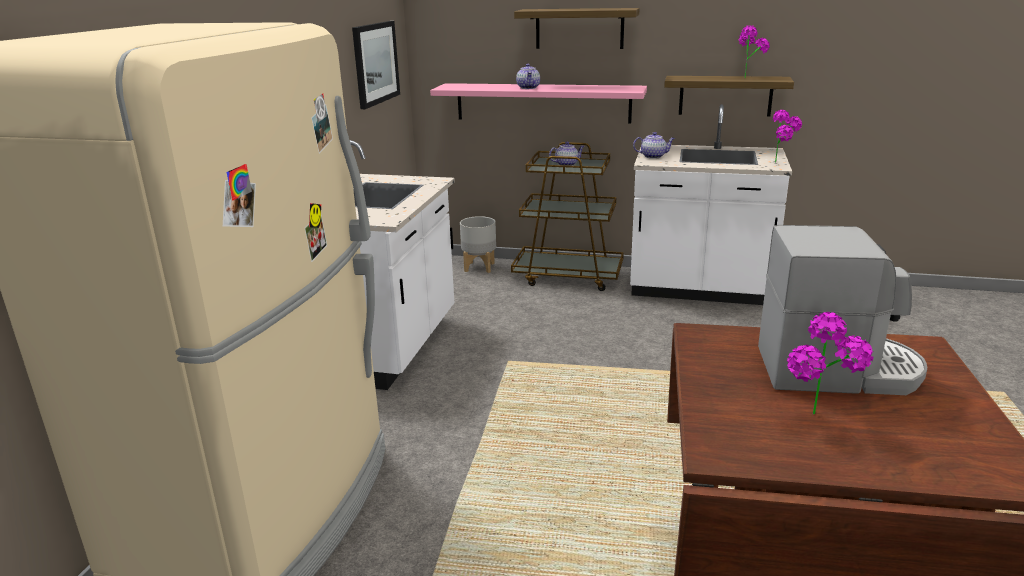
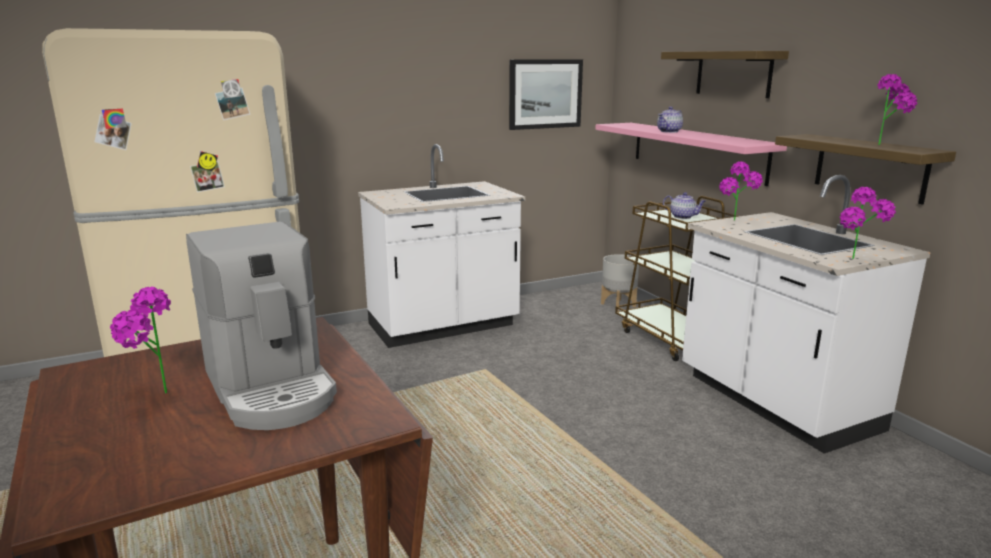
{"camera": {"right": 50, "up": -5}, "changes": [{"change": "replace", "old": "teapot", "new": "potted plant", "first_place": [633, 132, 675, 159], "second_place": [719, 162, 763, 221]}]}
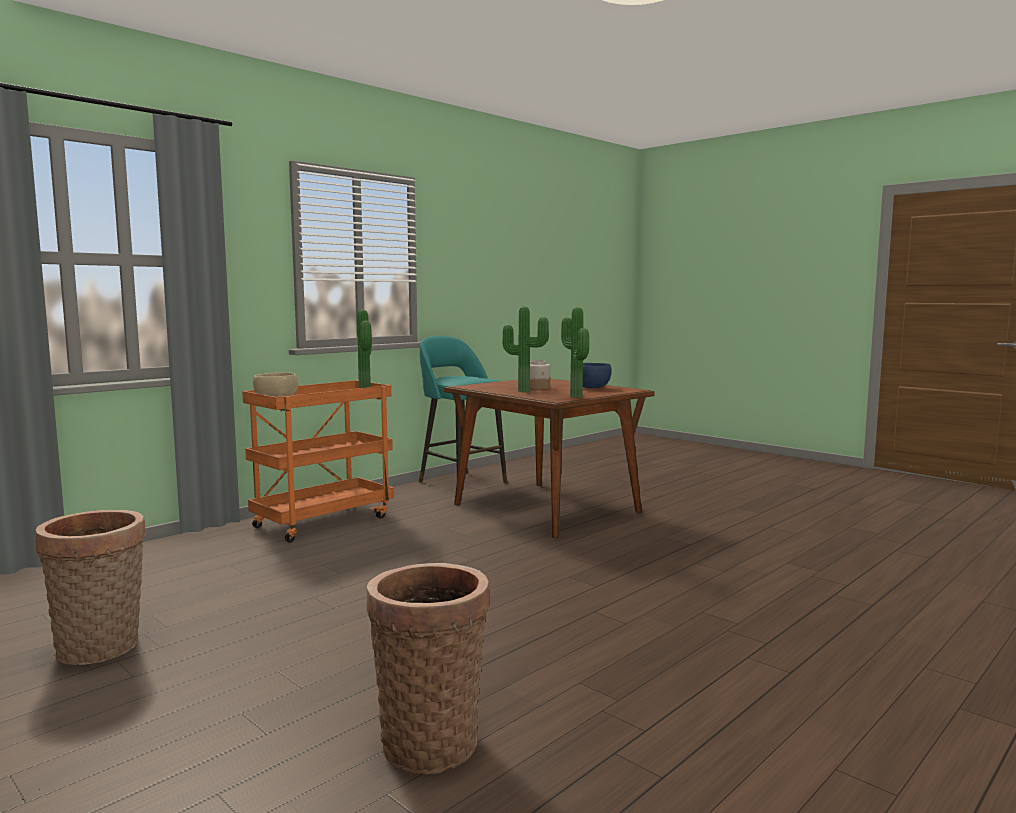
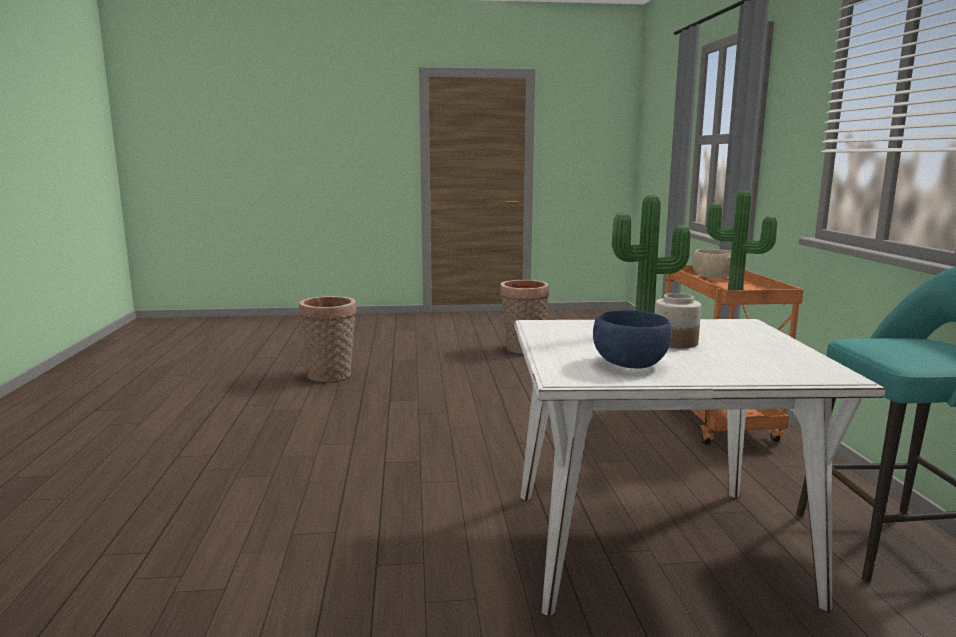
{"camera": {"right": 130, "up": 5}, "changes": [{"change": "delete", "old": "potted plant", "first_place": [561, 307, 589, 398]}, {"change": "recolor", "old": "dining table/brown", "new": "dining table/white", "first_place": [444, 379, 655, 538], "second_place": [514, 319, 885, 616]}]}
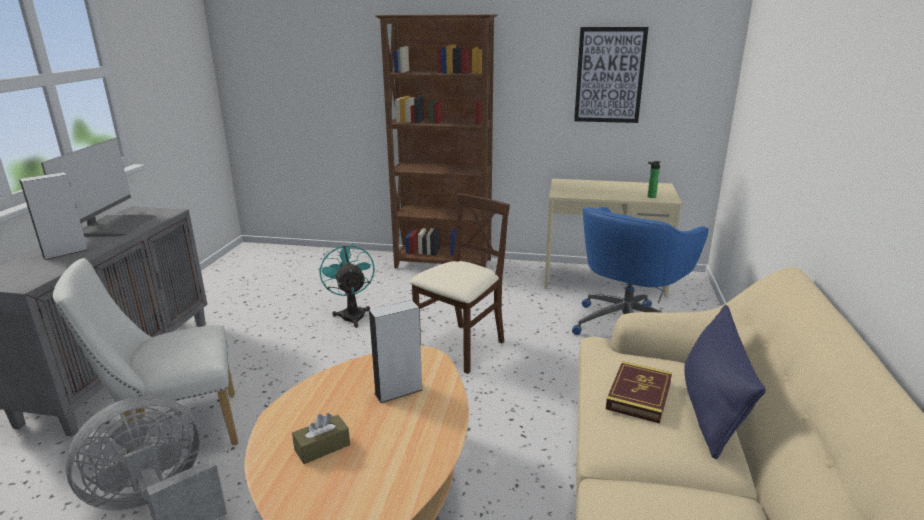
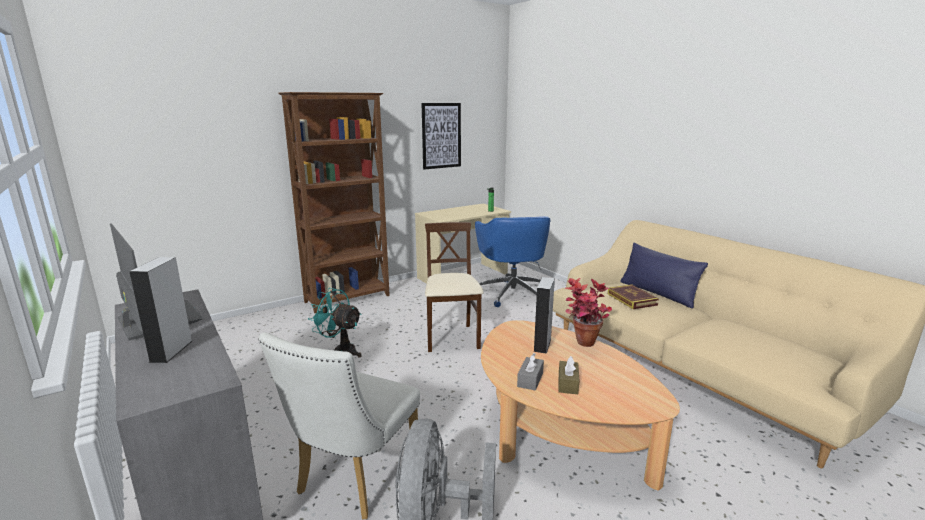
{"camera": {"right": -45, "up": -5}, "changes": [{"change": "insert", "new": "tissue box/grey", "second_place": [517, 353, 544, 391]}, {"change": "insert", "new": "potted plant", "second_place": [565, 278, 612, 347]}]}
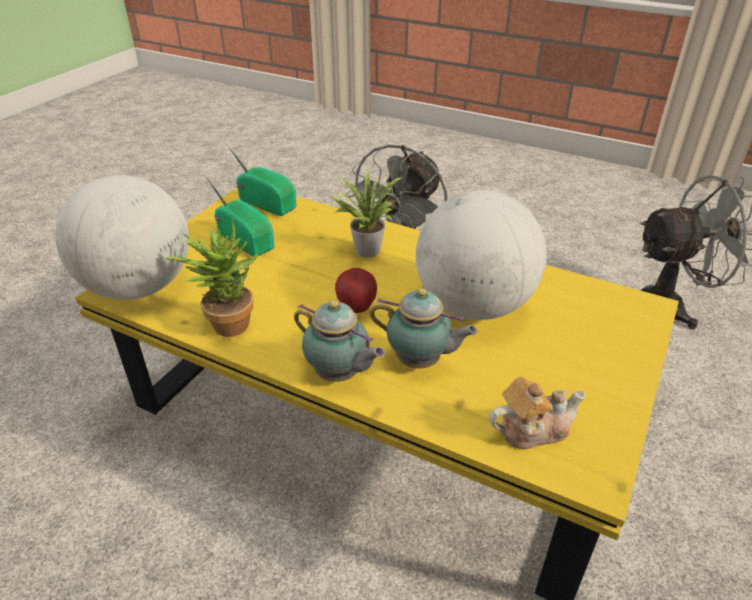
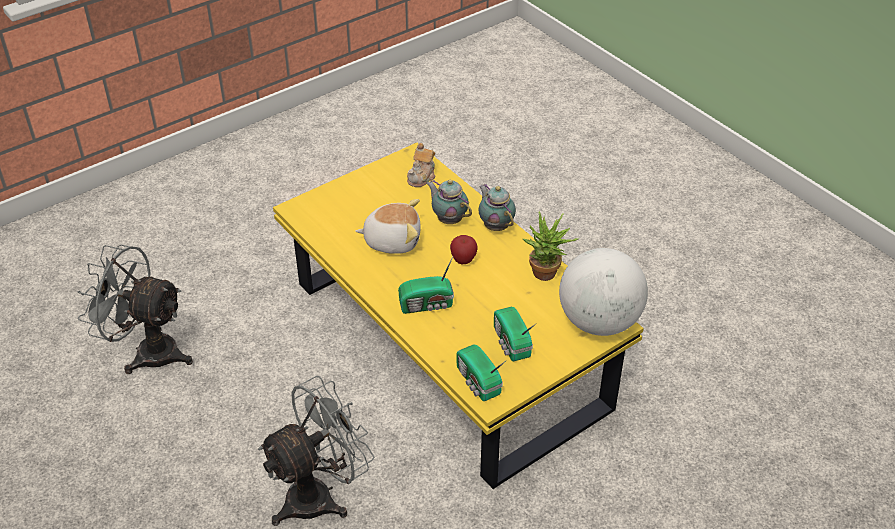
{"camera": {"right": -155, "up": 5}, "changes": [{"change": "replace", "old": "potted plant", "new": "radio", "first_place": [330, 170, 403, 258], "second_place": [398, 257, 454, 314]}, {"change": "replace", "old": "globe", "new": "plush toy", "first_place": [416, 190, 547, 320], "second_place": [355, 199, 421, 254]}, {"change": "rotate", "old": "teapot", "first_place": [489, 376, 586, 449], "second_place": [407, 143, 435, 187], "degrees": -75}]}
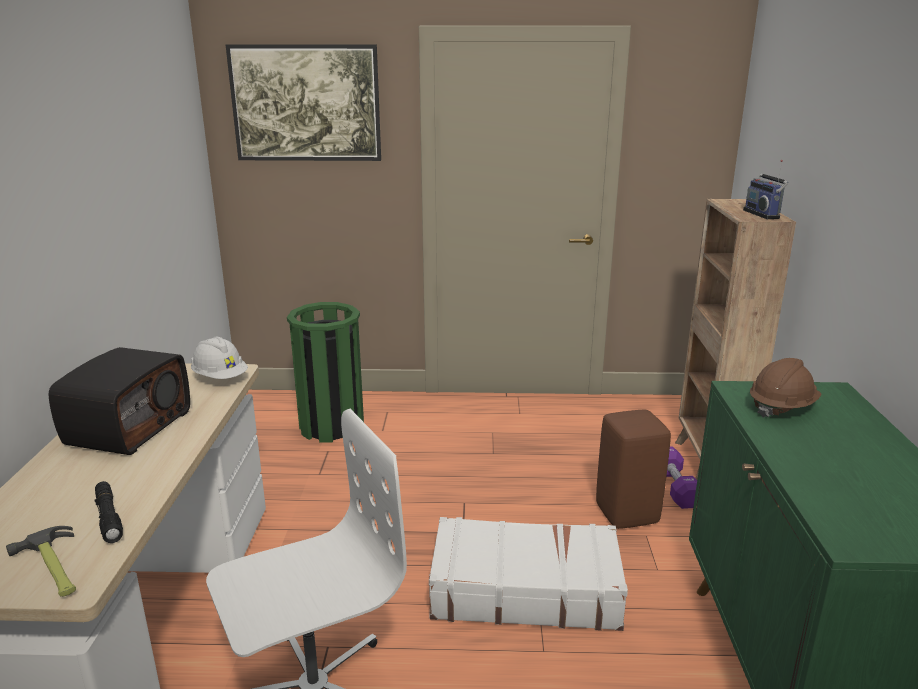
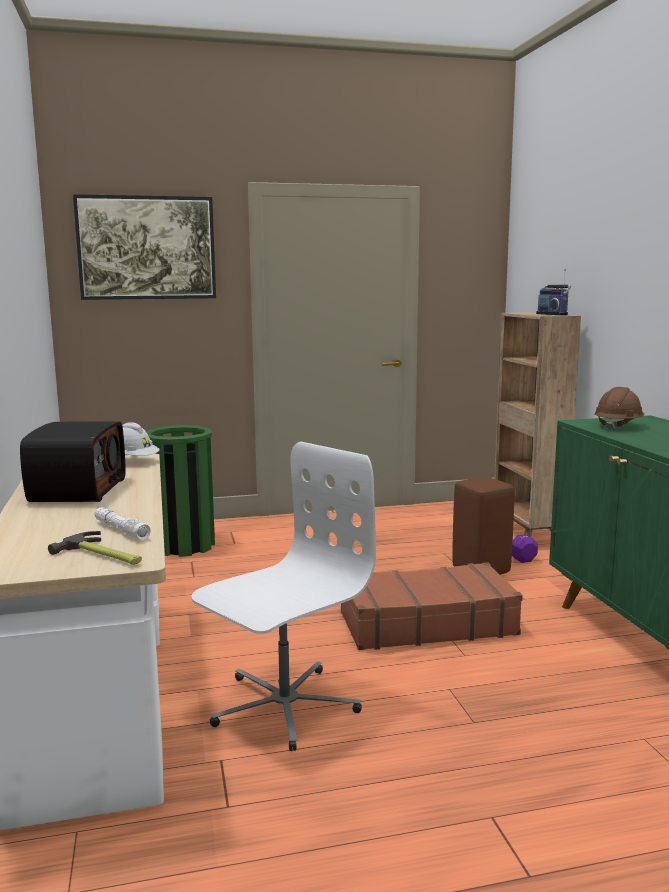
{"camera": {"right": -15, "up": -10}, "changes": [{"change": "recolor", "old": "flashlight/black", "new": "flashlight/white", "first_place": [94, 481, 123, 543], "second_place": [94, 507, 151, 540]}, {"change": "recolor", "old": "suitcase/white", "new": "suitcase/brown", "first_place": [429, 517, 628, 631], "second_place": [341, 562, 523, 650]}]}
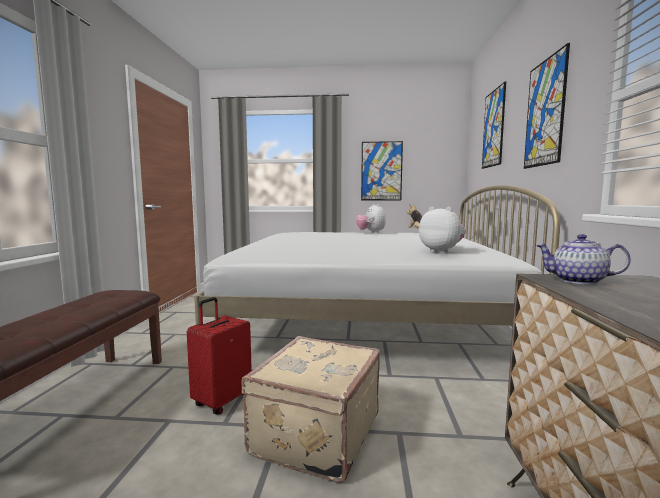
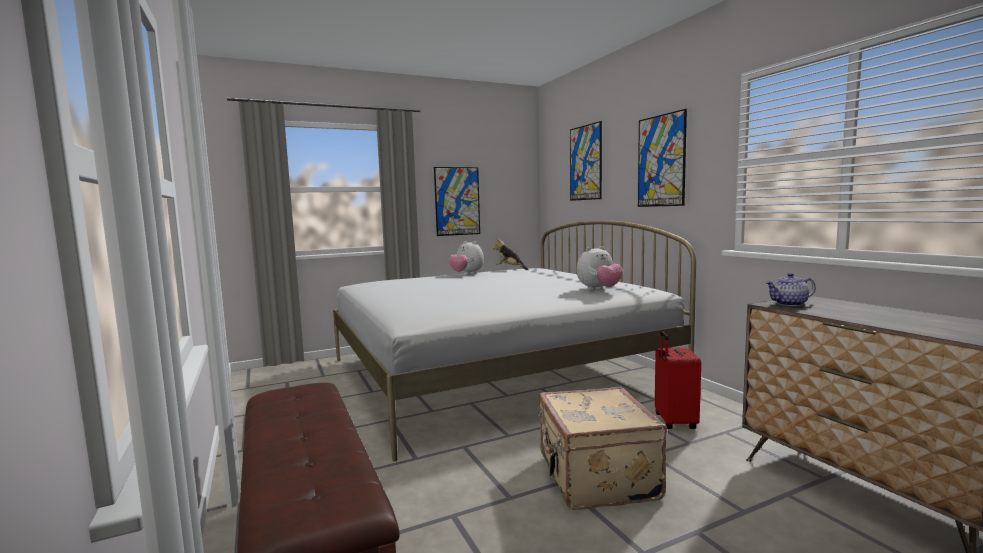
{"camera": {"right": -30, "up": 0}, "changes": [{"change": "move", "old": "suitcase/red", "first_place": [187, 297, 252, 415], "second_place": [655, 331, 701, 429]}, {"change": "rotate", "old": "plush toy", "first_place": [419, 207, 466, 254], "second_place": [576, 246, 623, 290], "degrees": 135}]}
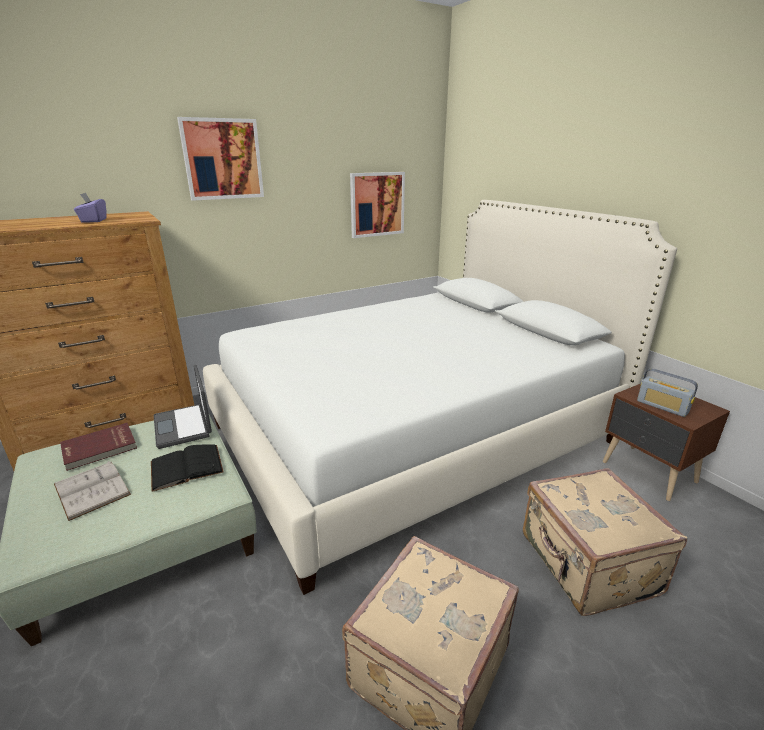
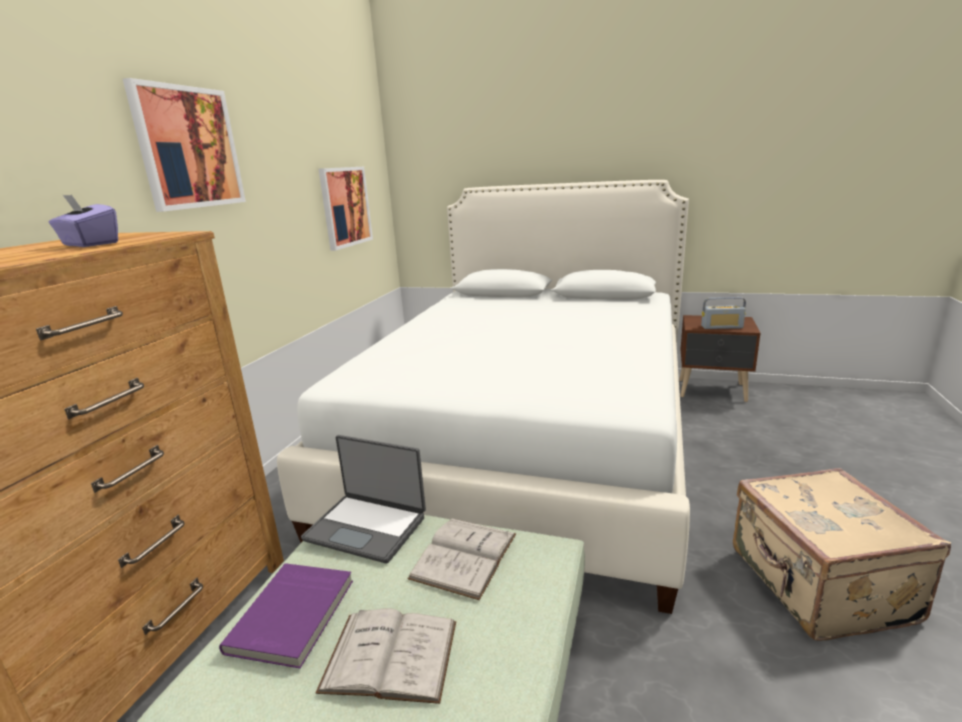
{"camera": {"right": -40, "up": -5}, "changes": [{"change": "delete", "old": "suitcase/beige", "first_place": [523, 468, 687, 616]}, {"change": "recolor", "old": "book/red", "new": "book/purple", "first_place": [60, 423, 137, 471], "second_place": [219, 563, 353, 668]}, {"change": "recolor", "old": "book/black", "new": "book/white", "first_place": [151, 444, 224, 492], "second_place": [408, 519, 516, 600]}]}
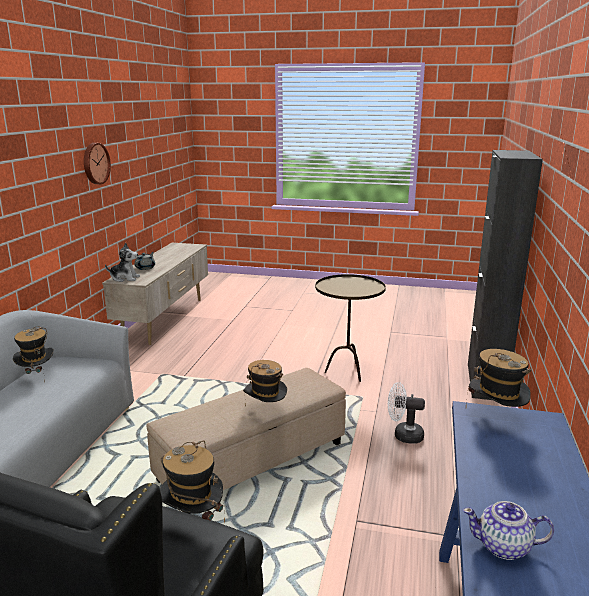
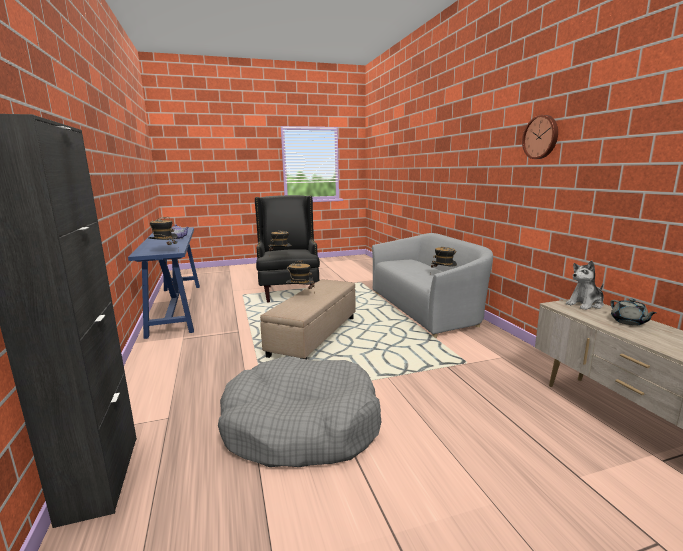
{"camera": {"right": 150, "up": -5}, "changes": [{"change": "delete", "old": "fan/white", "first_place": [388, 382, 425, 444]}, {"change": "move", "old": "wall clock", "first_place": [84, 143, 111, 184], "second_place": [522, 115, 558, 159]}, {"change": "replace", "old": "side table/brown", "new": "dog bed/grey", "first_place": [315, 274, 386, 382], "second_place": [218, 357, 382, 467]}]}
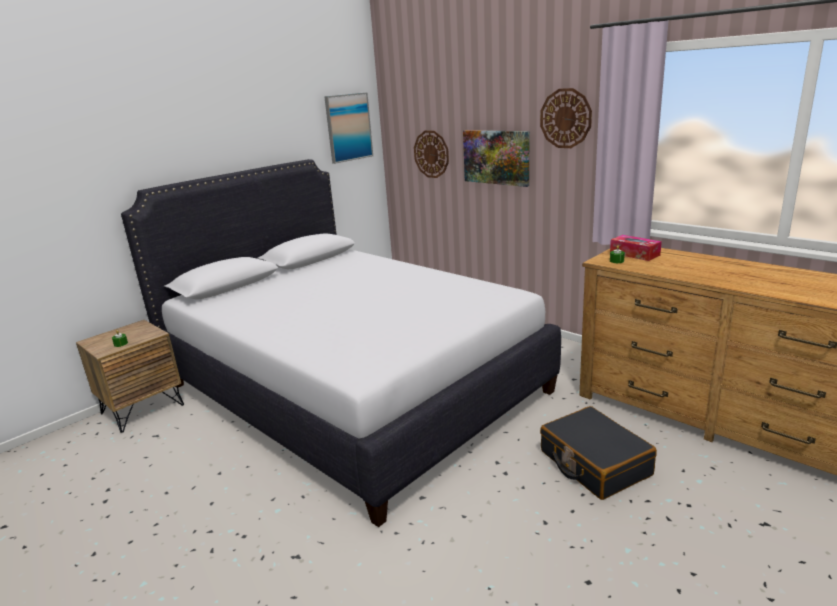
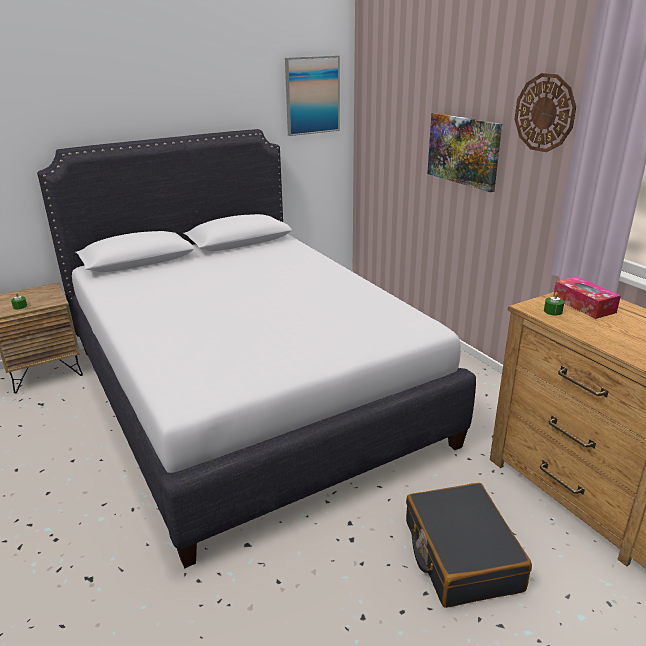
{"camera": {"right": 15, "up": 5}, "changes": [{"change": "delete", "old": "wall clock", "first_place": [414, 131, 449, 178]}]}
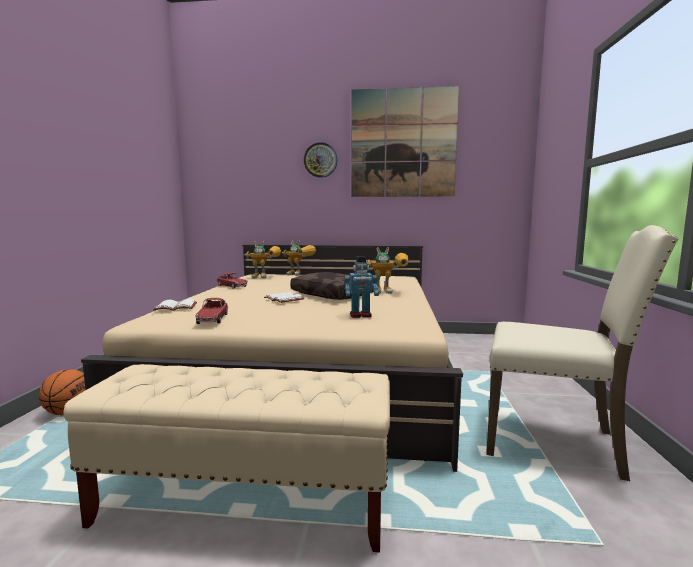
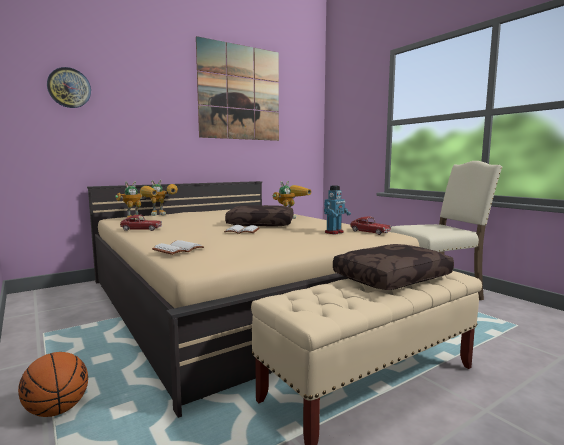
{"camera": {"right": -40, "up": 0}, "changes": [{"change": "insert", "new": "pillow/brown", "second_place": [333, 244, 454, 290]}, {"change": "move", "old": "toy car", "first_place": [195, 298, 228, 324], "second_place": [350, 217, 392, 235]}, {"change": "move", "old": "wall clock", "first_place": [304, 142, 337, 178], "second_place": [47, 67, 91, 108]}]}
